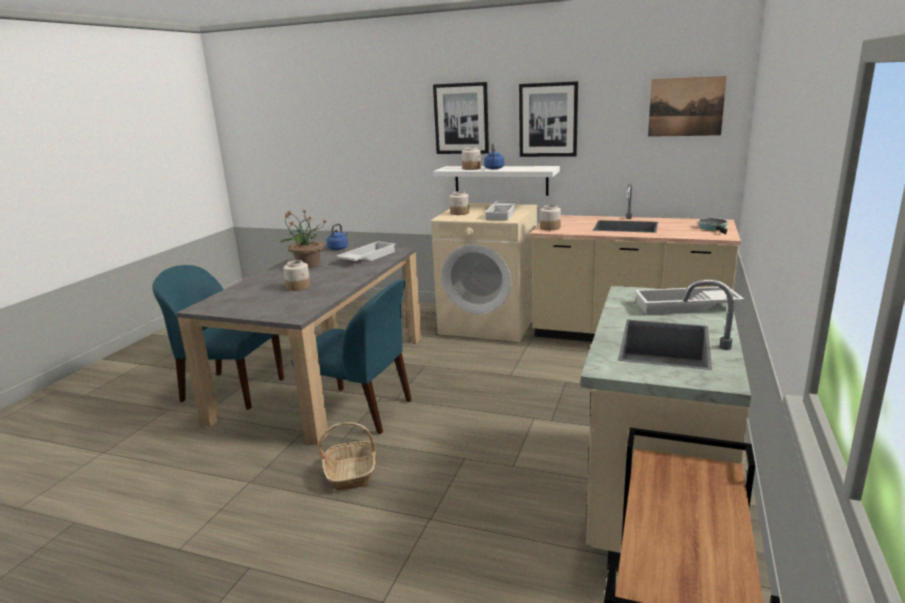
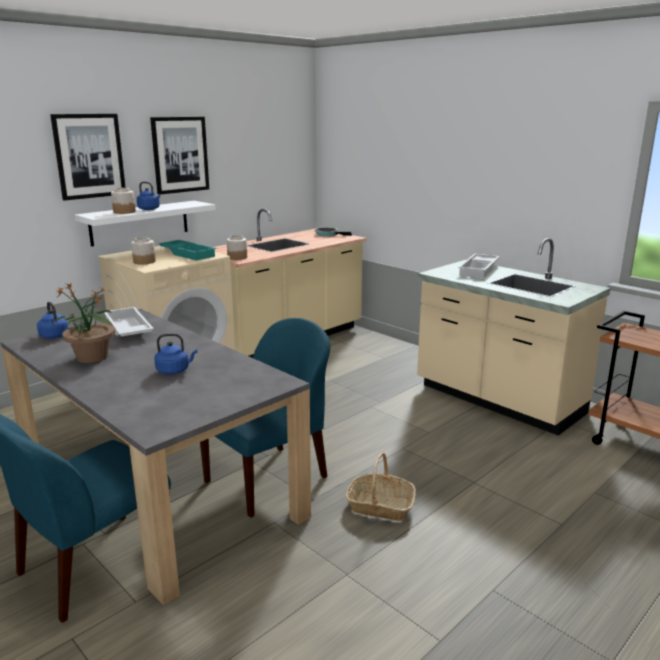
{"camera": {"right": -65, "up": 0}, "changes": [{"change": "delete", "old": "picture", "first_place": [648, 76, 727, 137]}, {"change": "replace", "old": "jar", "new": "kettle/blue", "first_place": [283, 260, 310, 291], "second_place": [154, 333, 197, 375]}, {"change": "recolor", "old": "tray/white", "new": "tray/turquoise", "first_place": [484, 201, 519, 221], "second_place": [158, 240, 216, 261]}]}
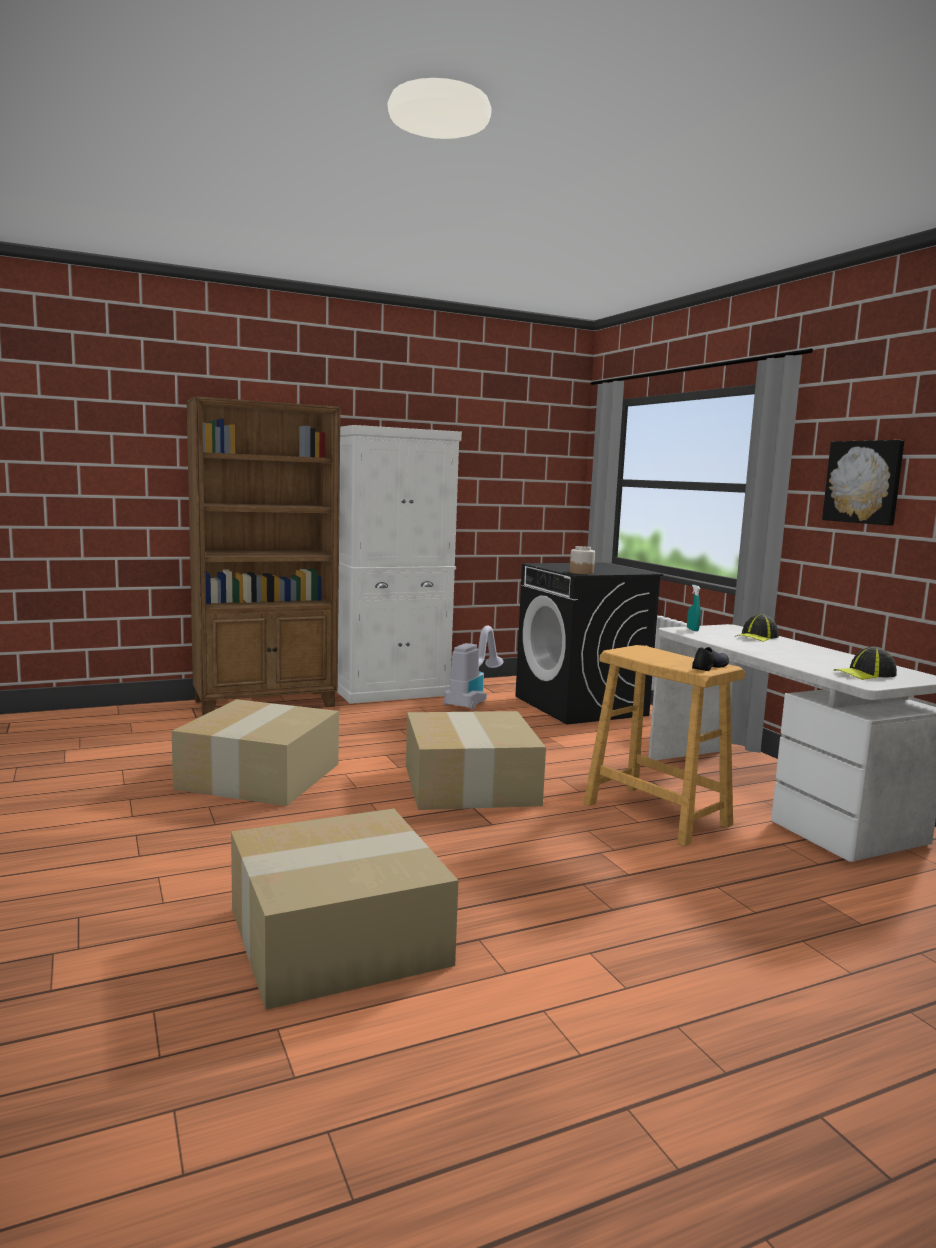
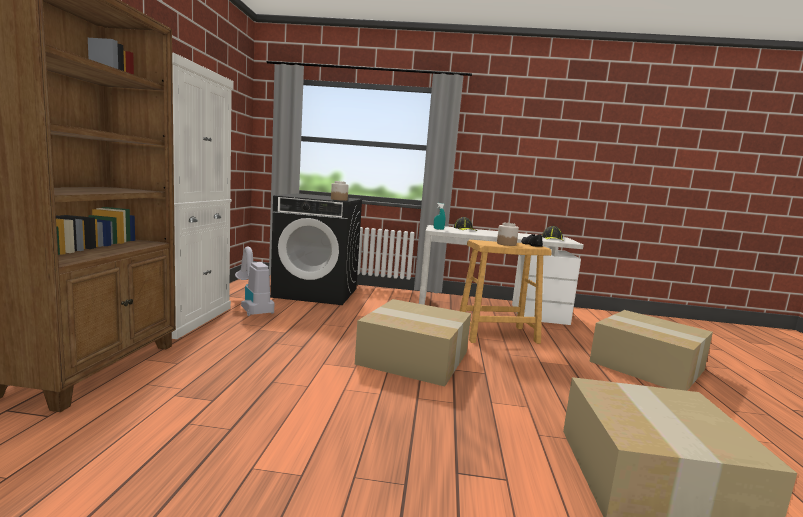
{"camera": {"right": -60, "up": 0}, "changes": [{"change": "delete", "old": "picture", "first_place": [822, 440, 905, 526]}, {"change": "insert", "new": "jar", "second_place": [497, 223, 519, 246]}, {"change": "move", "old": "cardboard box", "first_place": [172, 699, 339, 806], "second_place": [589, 310, 713, 391]}]}
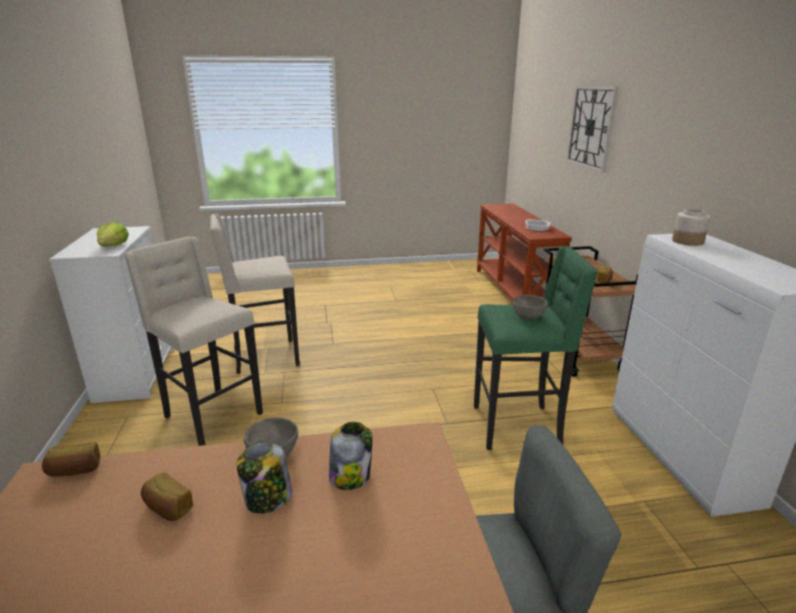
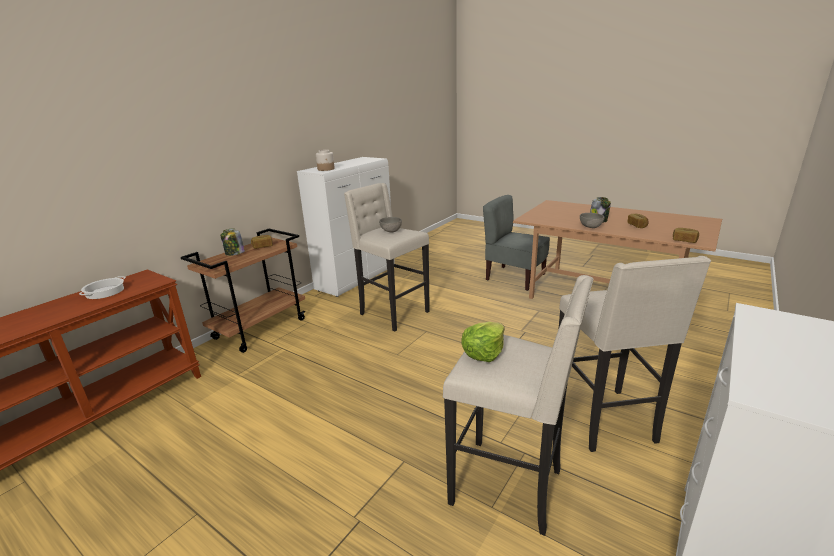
{"camera": {"right": -135, "up": 0}, "changes": [{"change": "delete", "old": "wall clock", "first_place": [566, 86, 619, 173]}, {"change": "move", "old": "lettuce", "first_place": [97, 222, 129, 247], "second_place": [461, 322, 504, 362]}, {"change": "move", "old": "jar", "first_place": [329, 422, 373, 490], "second_place": [220, 228, 245, 256]}, {"change": "recolor", "old": "stool/green", "new": "stool/beige", "first_place": [474, 246, 598, 450], "second_place": [344, 183, 430, 332]}]}
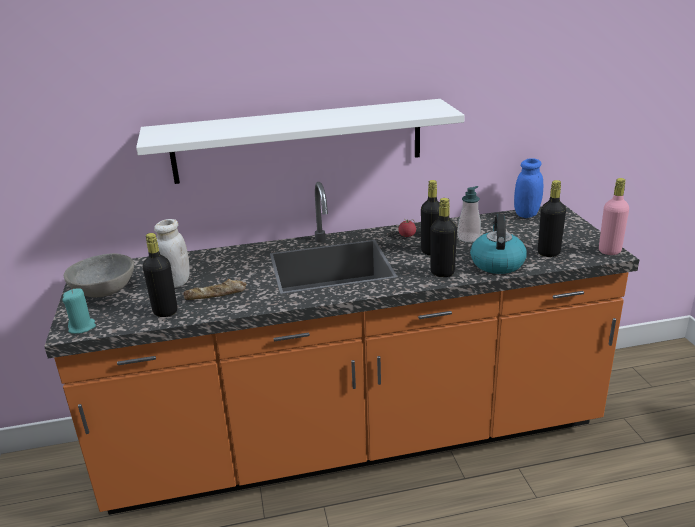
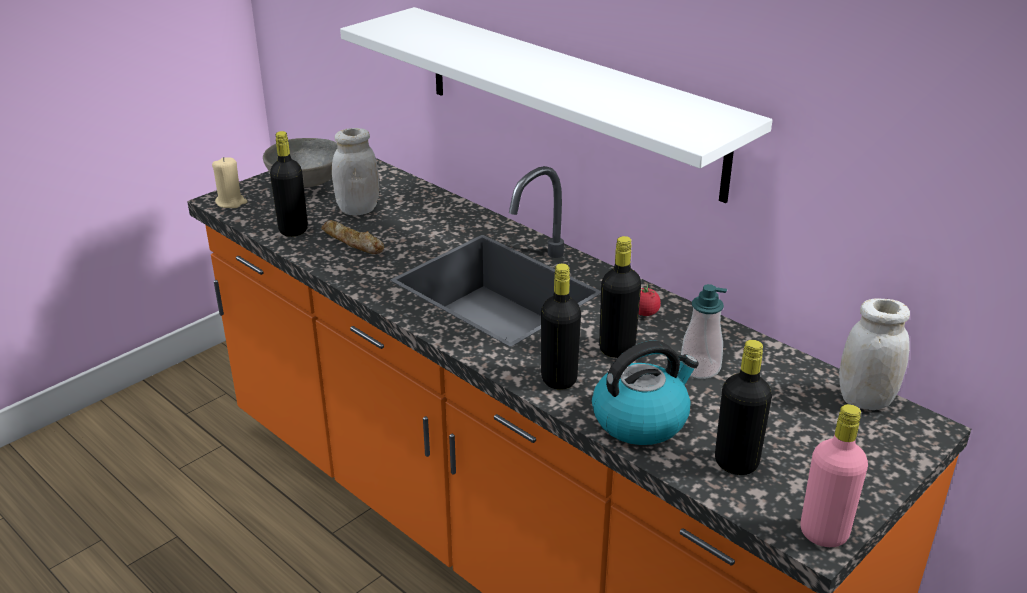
{"camera": {"right": 55, "up": 5}, "changes": [{"change": "recolor", "old": "candle/turquoise", "new": "candle/beige", "first_place": [62, 288, 96, 334], "second_place": [212, 157, 247, 208]}, {"change": "recolor", "old": "jar/blue", "new": "jar/white", "first_place": [514, 158, 543, 218], "second_place": [839, 298, 910, 410]}]}
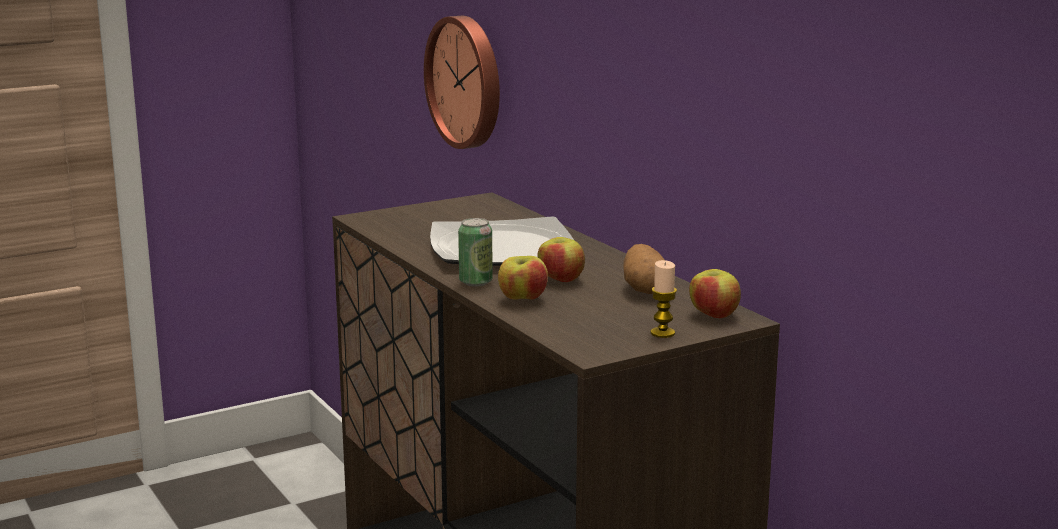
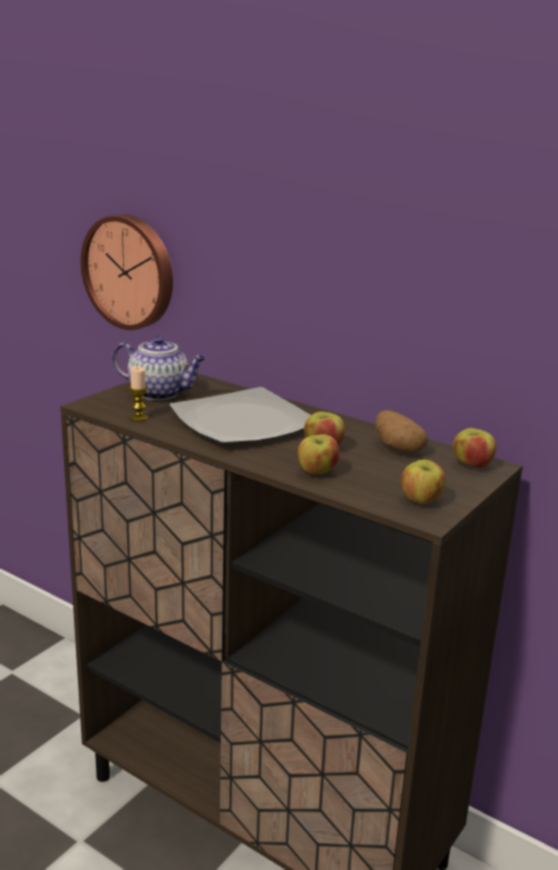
{"camera": {"right": -25, "up": 5}, "changes": [{"change": "delete", "old": "can", "first_place": [458, 218, 493, 286]}, {"change": "insert", "new": "teapot", "second_place": [112, 336, 206, 400]}, {"change": "insert", "new": "apple", "second_place": [401, 460, 445, 504]}, {"change": "move", "old": "candle", "first_place": [650, 260, 677, 338], "second_place": [129, 366, 148, 421]}]}
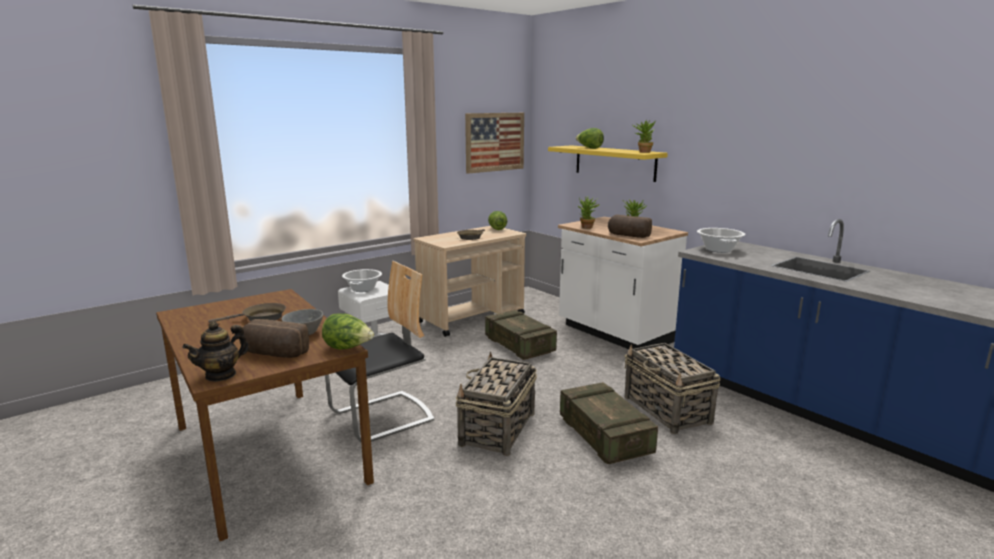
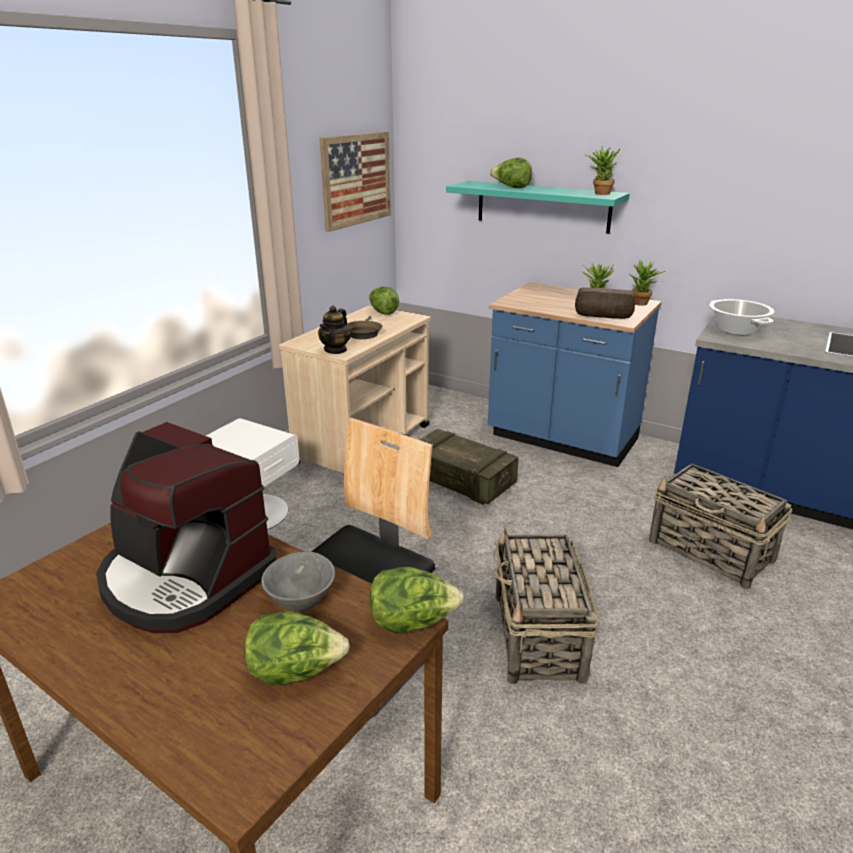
{"camera": {"right": -20, "up": 10}, "changes": [{"change": "delete", "old": "cooking pot", "first_place": [342, 269, 382, 292]}, {"change": "delete", "old": "crate", "first_place": [560, 382, 658, 464]}, {"change": "move", "old": "teapot", "first_place": [182, 321, 249, 382], "second_place": [318, 305, 351, 354]}, {"change": "move", "old": "potted plant", "first_place": [577, 196, 600, 229], "second_place": [629, 259, 665, 306]}, {"change": "replace", "old": "frying pan/brown", "new": "coffee machine", "first_place": [209, 303, 286, 323], "second_place": [96, 422, 276, 633]}, {"change": "replace", "old": "bread", "new": "lettuce", "first_place": [239, 319, 309, 358], "second_place": [244, 612, 350, 685]}, {"change": "recolor", "old": "shelf/yellow", "new": "shelf/turquoise", "first_place": [548, 145, 668, 182], "second_place": [446, 181, 630, 234]}, {"change": "recolor", "old": "counter/white", "new": "counter/blue", "first_place": [558, 217, 688, 349], "second_place": [488, 282, 661, 467]}]}
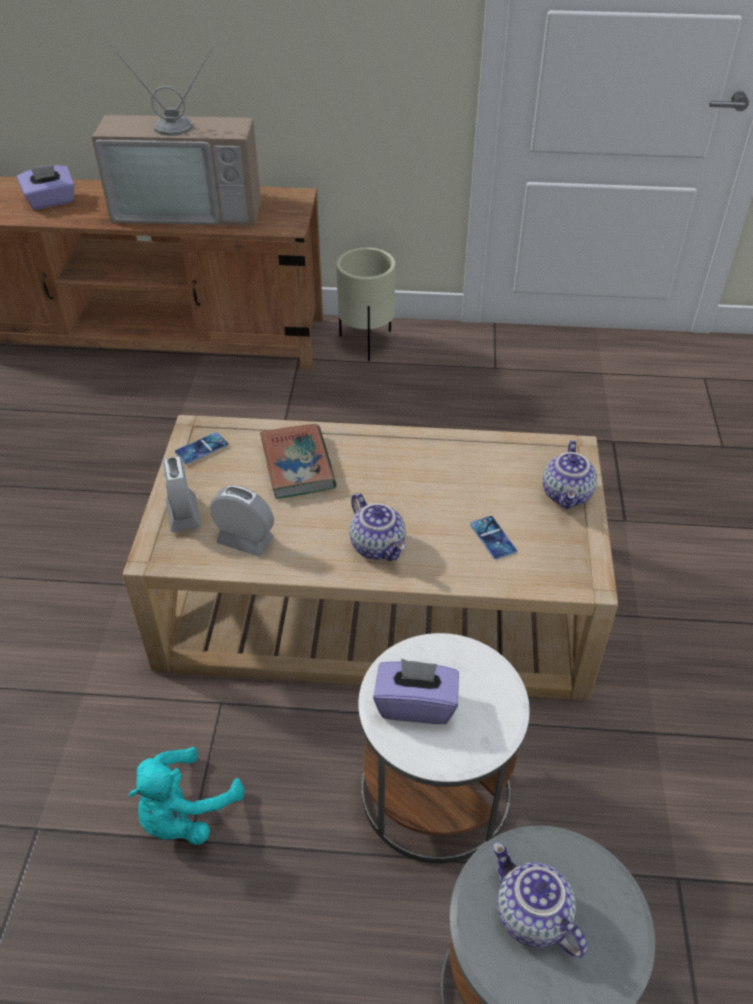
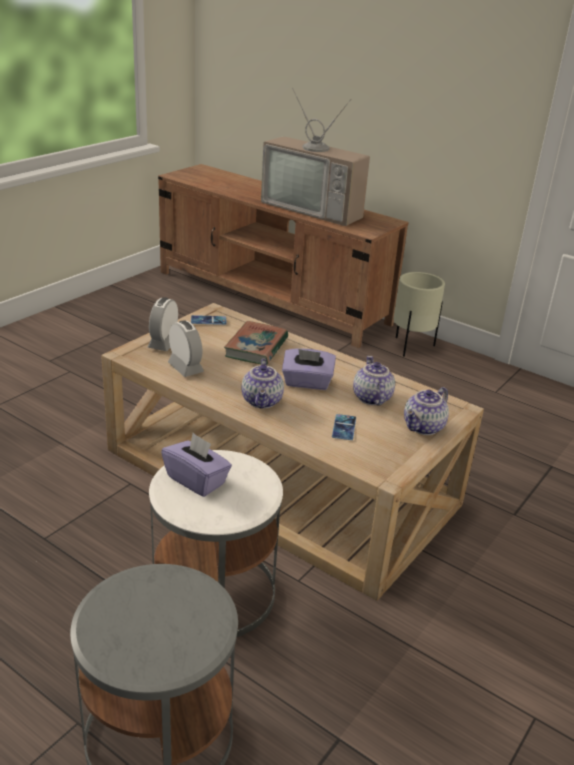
{"camera": {"right": 30, "up": -15}, "changes": [{"change": "delete", "old": "plush toy/turquoise", "first_place": [129, 747, 244, 845]}, {"change": "move", "old": "tissue box/purple", "first_place": [17, 165, 75, 210], "second_place": [282, 348, 336, 390]}, {"change": "move", "old": "teapot", "first_place": [493, 842, 587, 958], "second_place": [353, 356, 395, 406]}]}
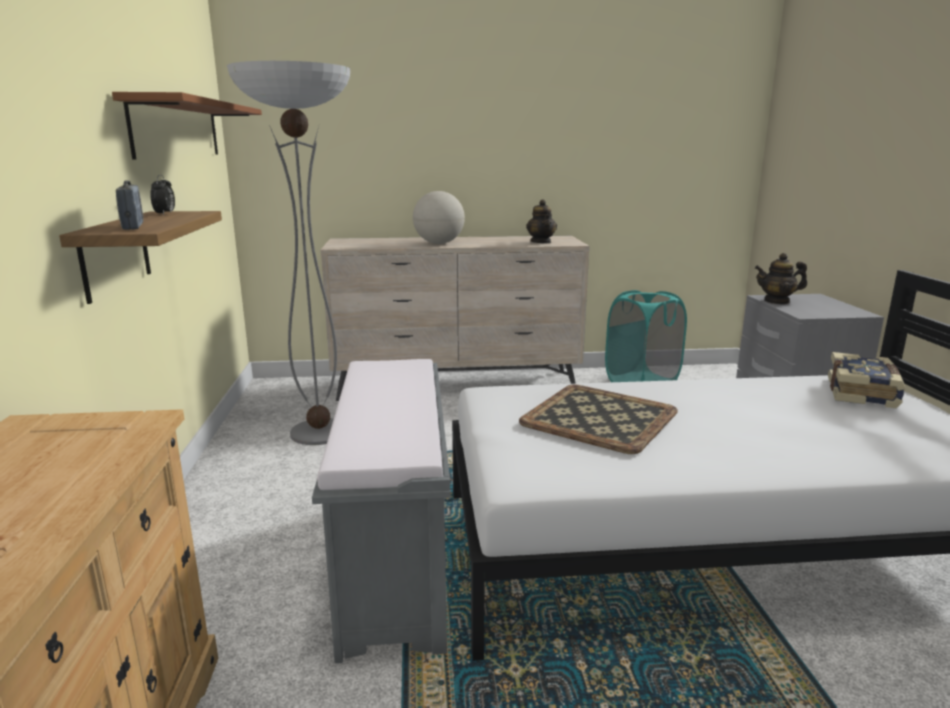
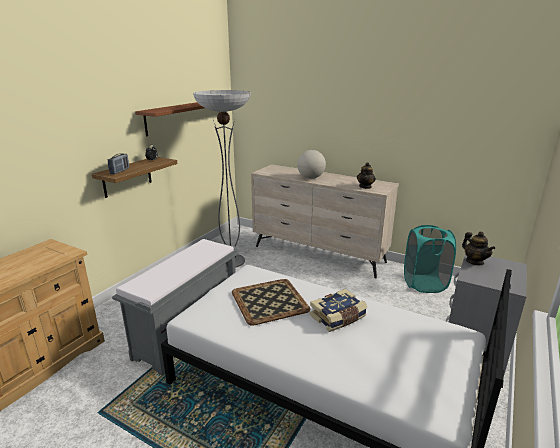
{"camera": {"right": 35, "up": 5}, "changes": [{"change": "move", "old": "book", "first_place": [828, 352, 905, 408], "second_place": [310, 289, 367, 332]}, {"change": "rotate", "old": "teapot", "first_place": [755, 253, 807, 304], "second_place": [462, 232, 495, 266], "degrees": -150}]}
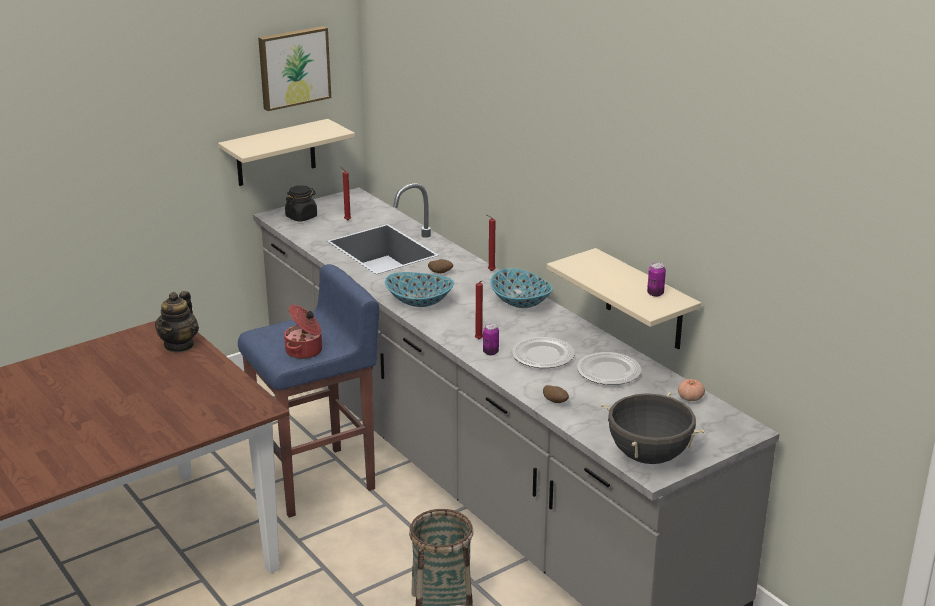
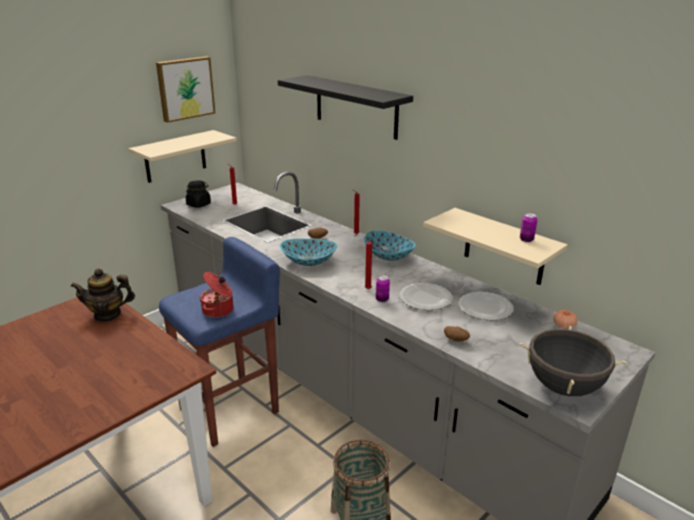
{"camera": {"right": -10, "up": 0}, "changes": [{"change": "insert", "new": "shelf/black", "second_place": [278, 75, 413, 140]}, {"change": "rotate", "old": "teapot", "first_place": [155, 291, 199, 353], "second_place": [70, 268, 135, 322], "degrees": 75}]}
